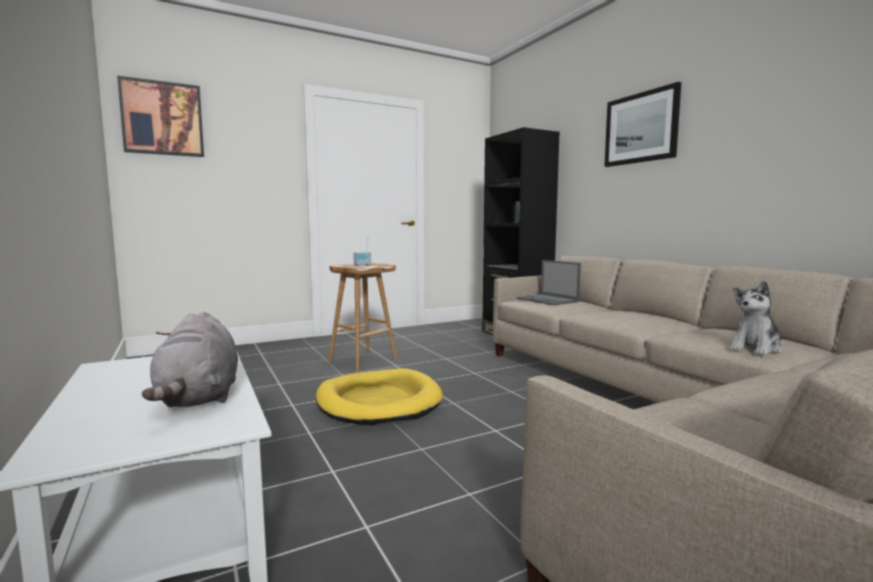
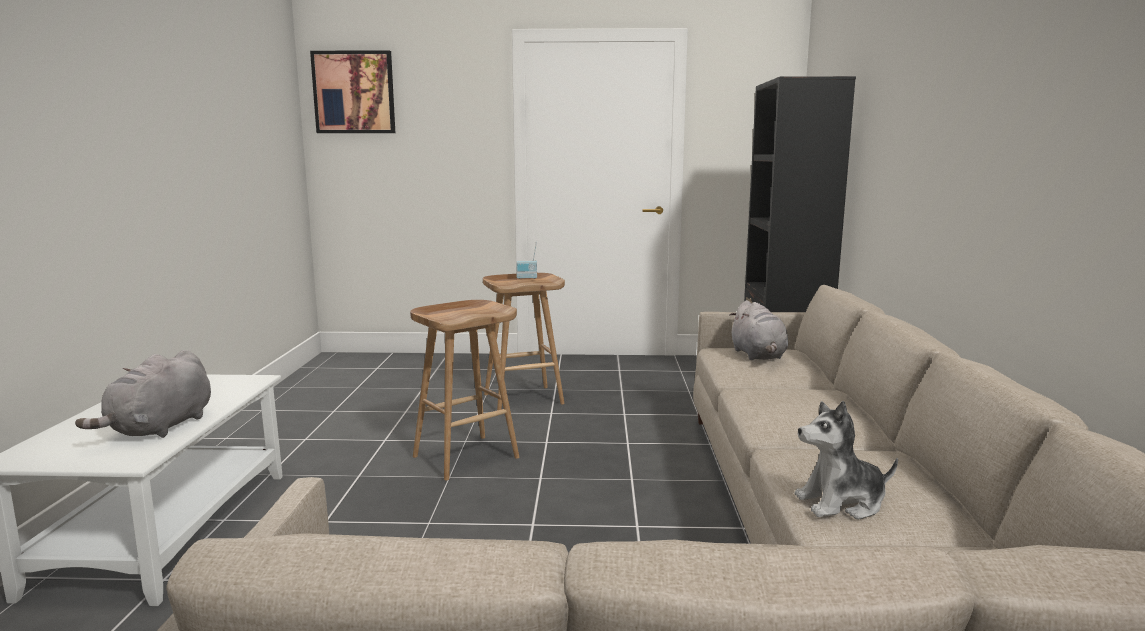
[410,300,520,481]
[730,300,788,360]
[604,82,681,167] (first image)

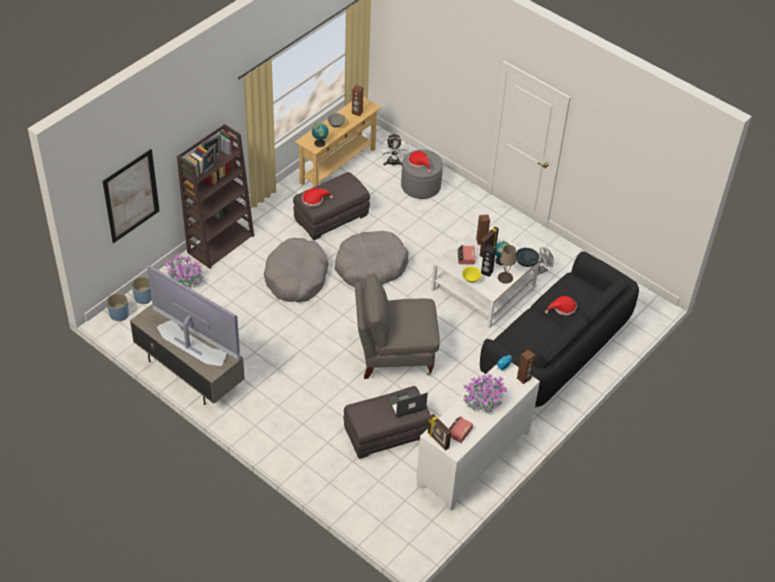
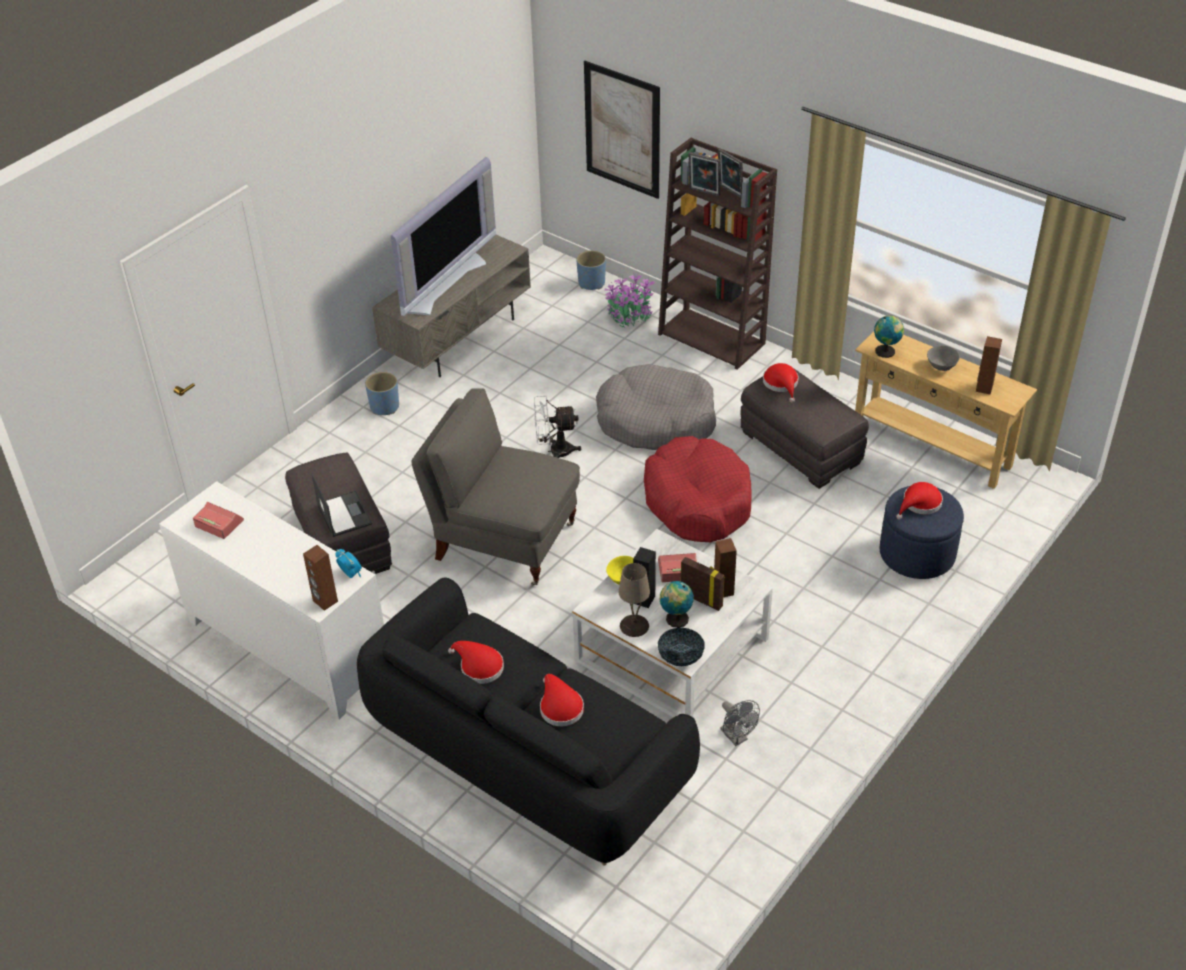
[365,372,399,415]
[644,436,751,542]
[411,388,580,585]
[534,394,581,458]
[880,486,964,579]
[428,414,451,450] (first image)
[463,374,507,414] (first image)
[448,641,504,684]

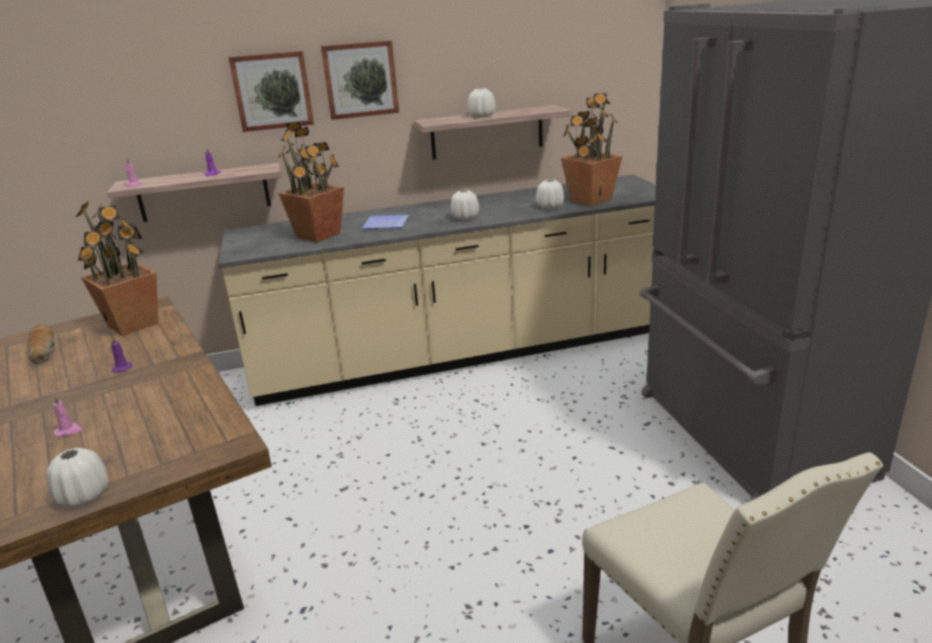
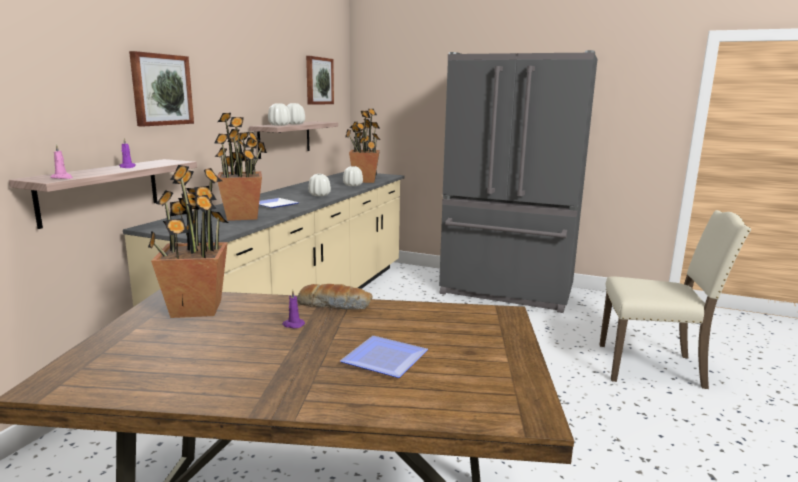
[297,284,372,310]
[268,103,291,126]
[340,336,428,378]
[306,56,334,105]

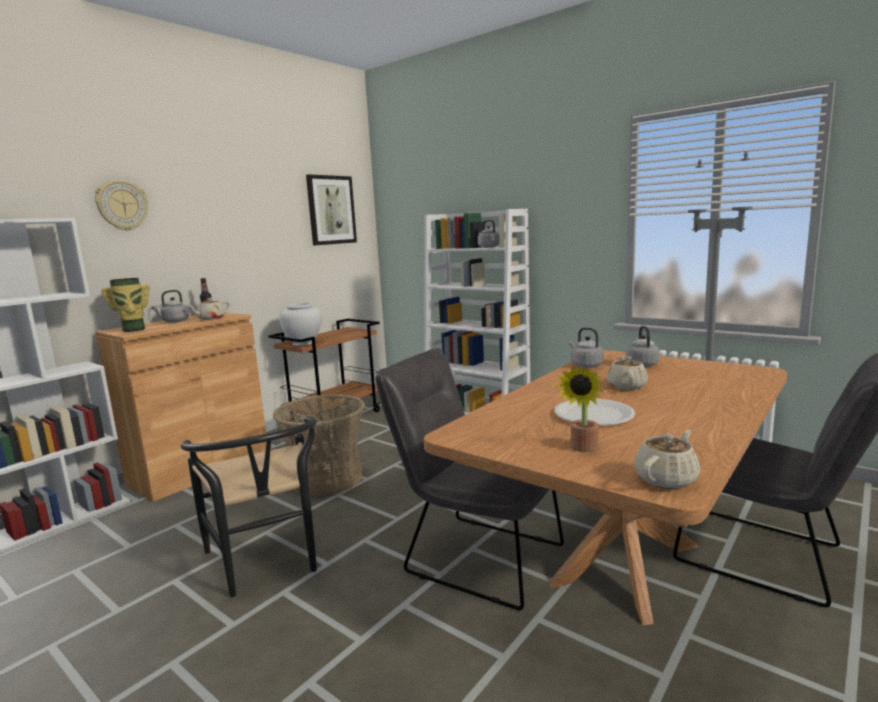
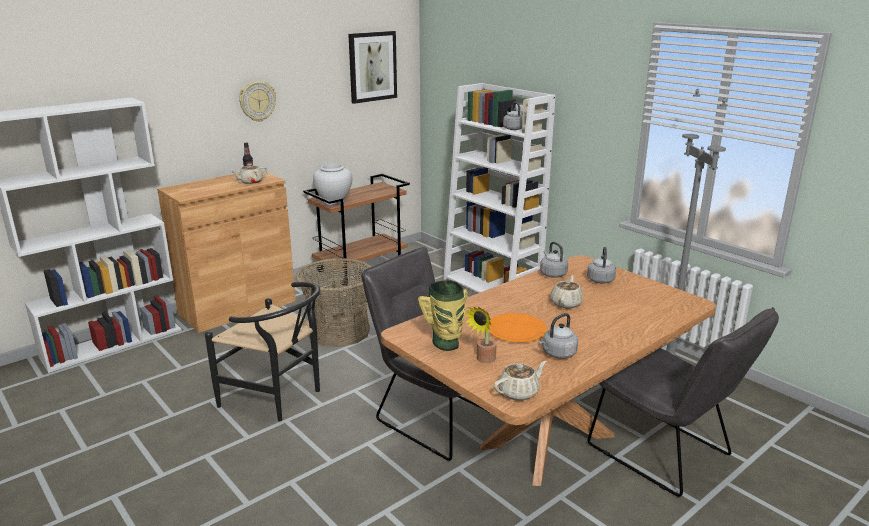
[239,81,276,122]
[418,280,468,351]
[539,313,578,359]
[205,282,321,422]
[489,313,547,342]

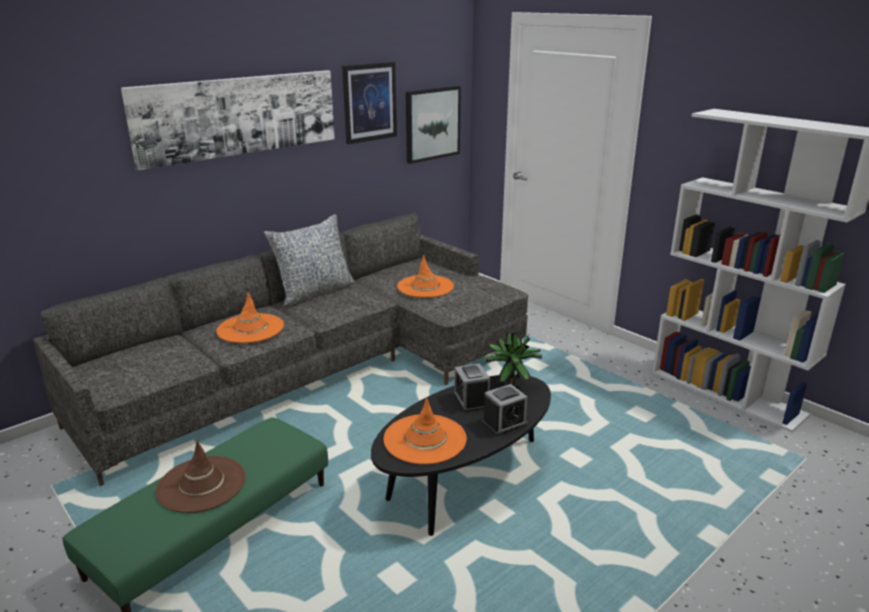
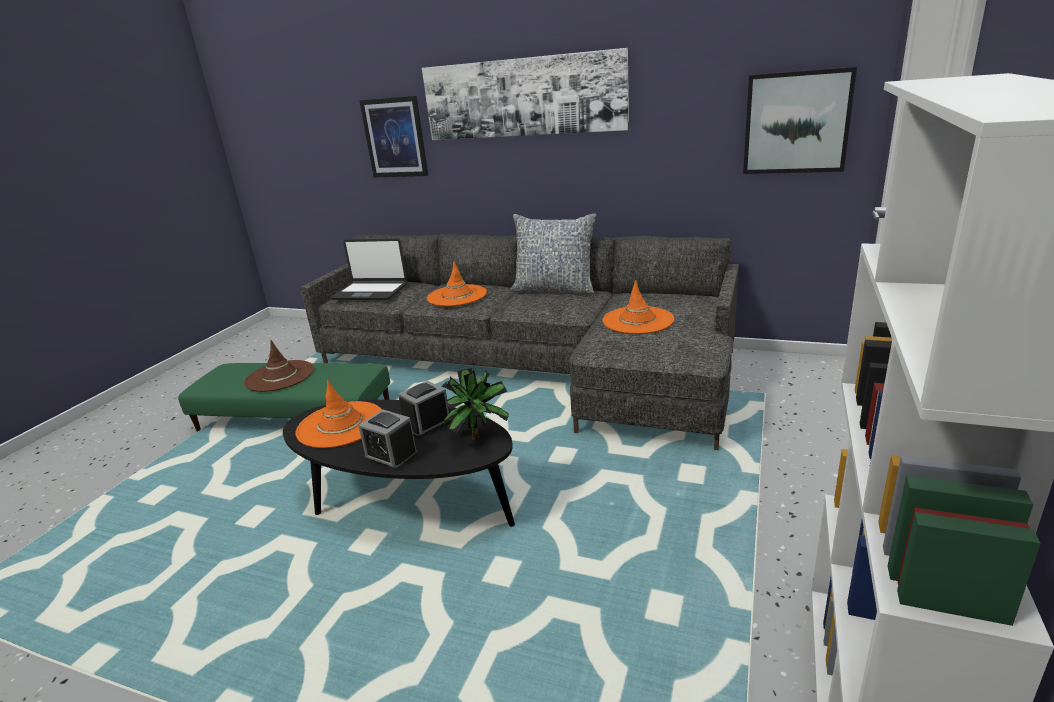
[359,96,428,177]
[331,238,407,300]

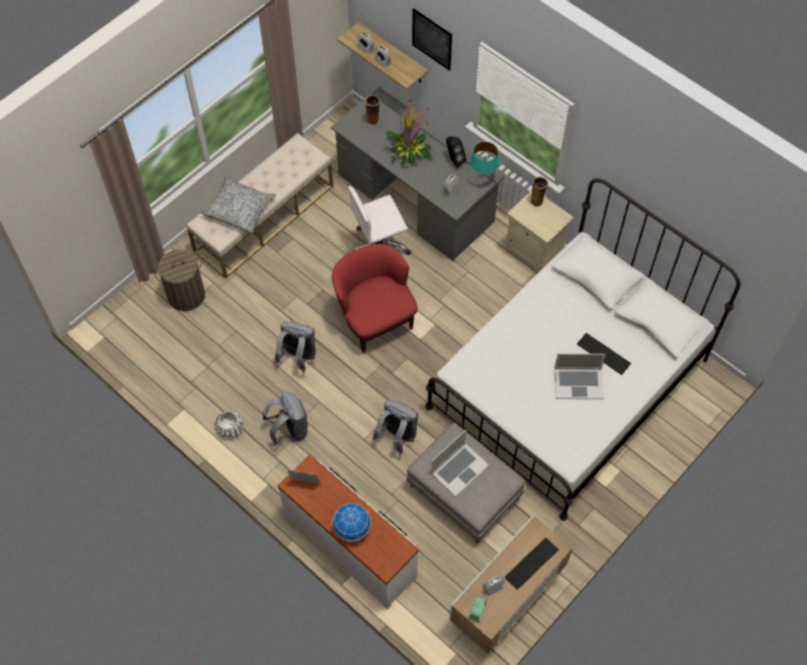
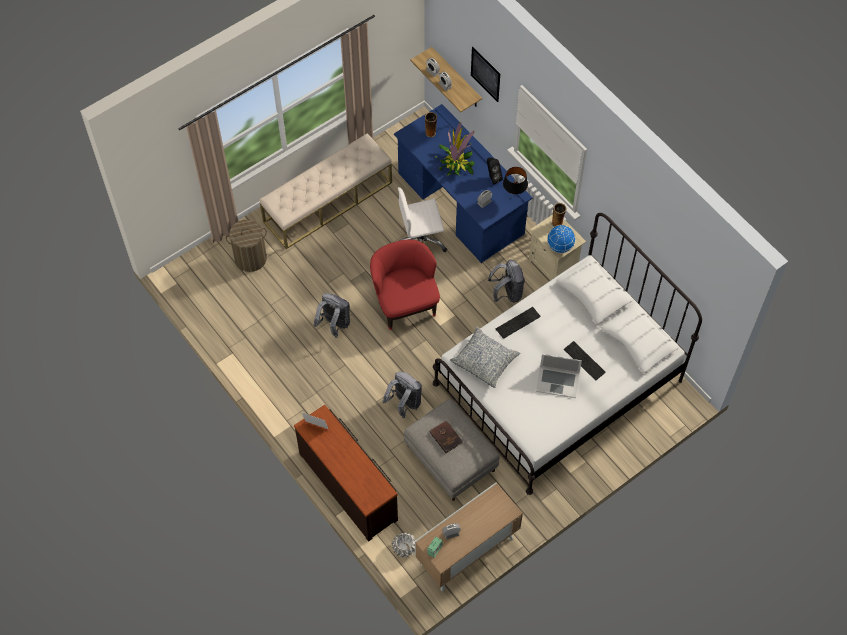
[450,327,520,388]
[392,532,416,557]
[488,260,525,303]
[294,405,398,541]
[394,104,533,263]
[547,225,576,253]
[429,420,463,453]
[503,167,528,196]
[496,307,541,339]

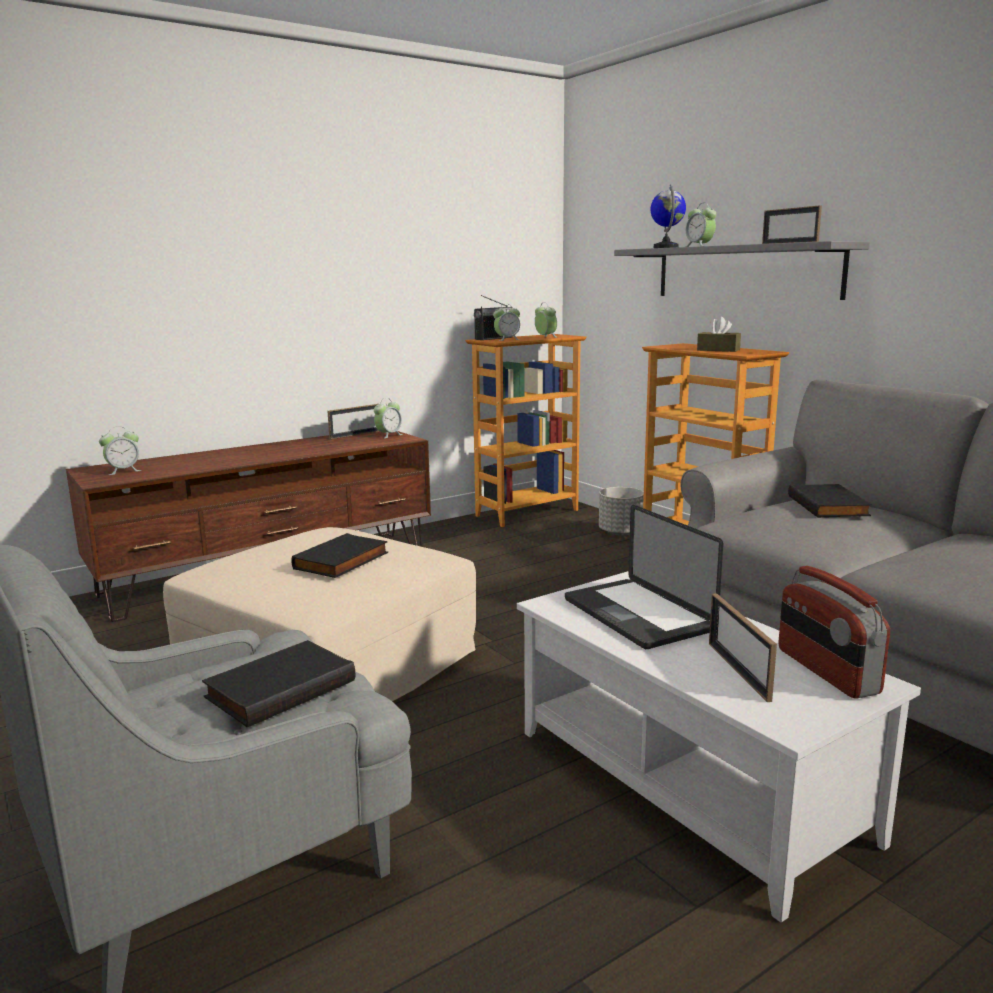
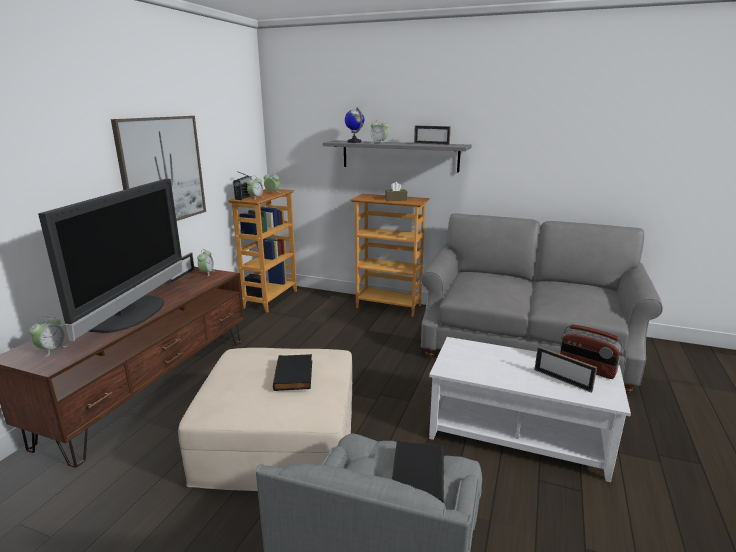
[565,505,724,649] (first image)
[599,487,644,536] (first image)
[788,484,872,518] (first image)
[38,179,183,341]
[111,116,206,221]

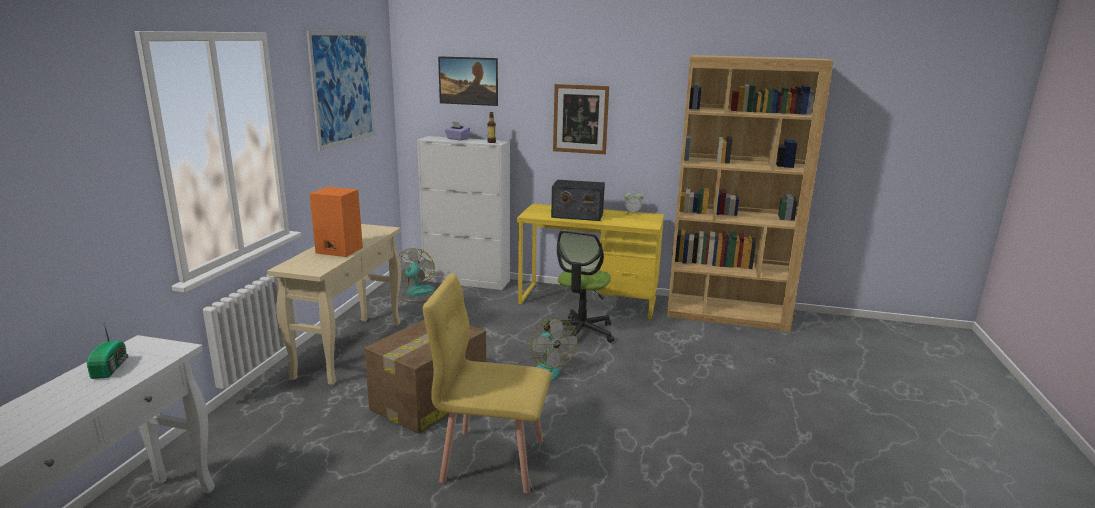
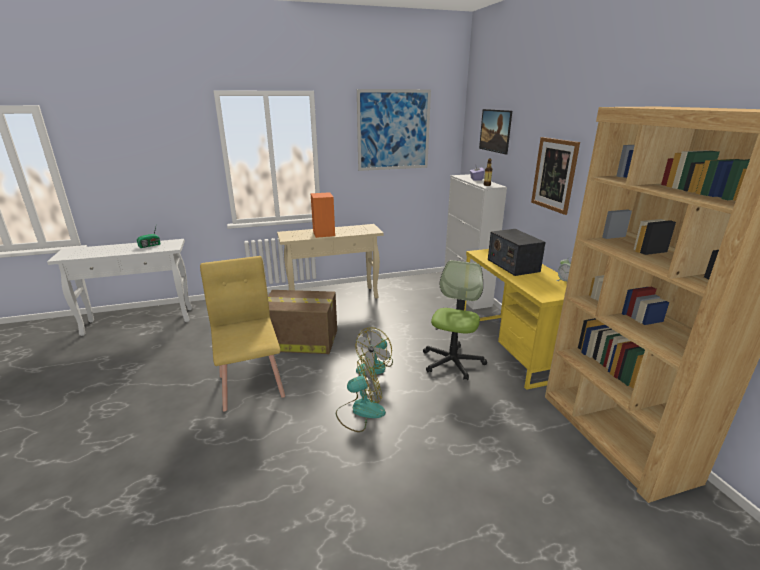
[336,357,386,432]
[423,260,487,380]

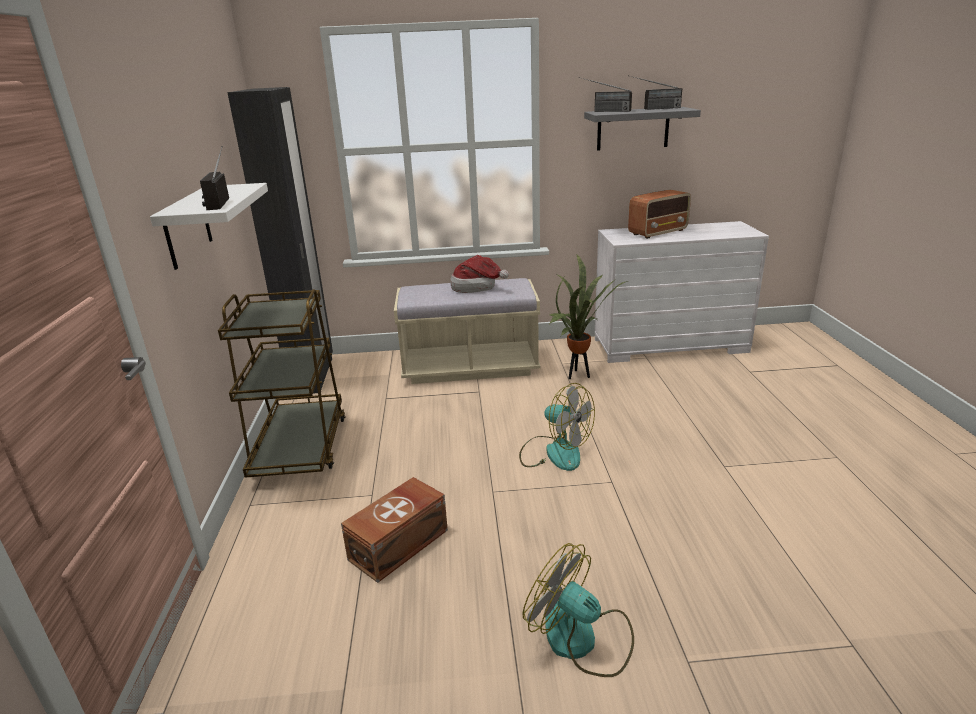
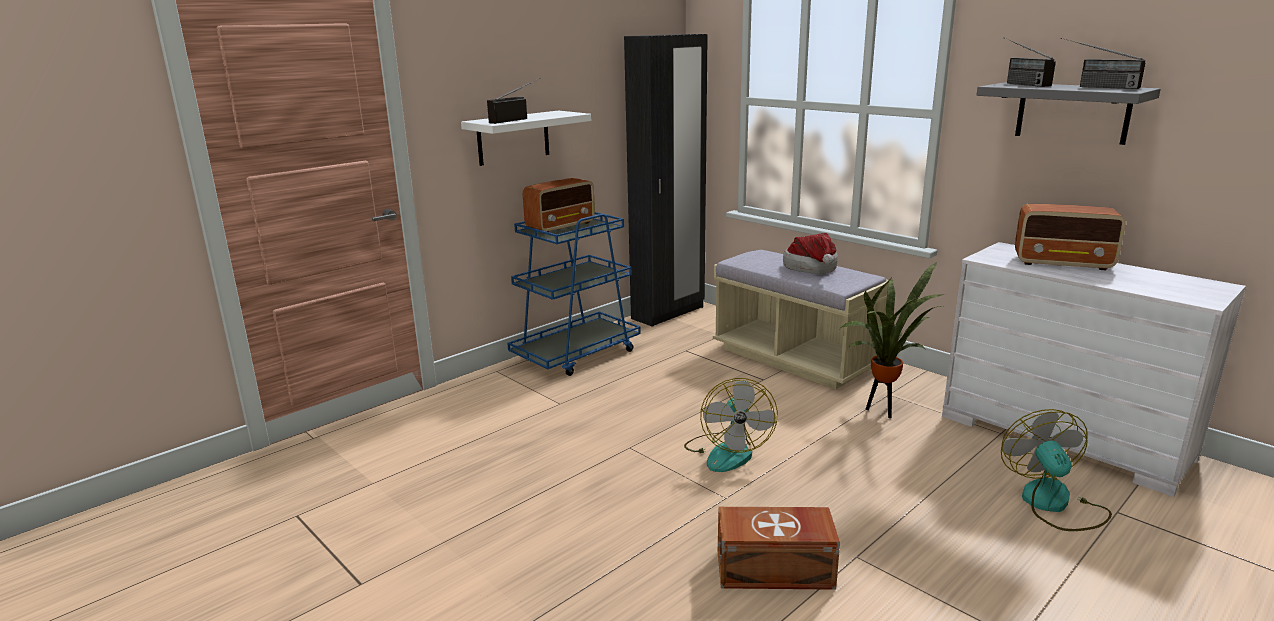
[507,212,641,376]
[718,507,840,590]
[1001,409,1112,531]
[523,178,595,232]

